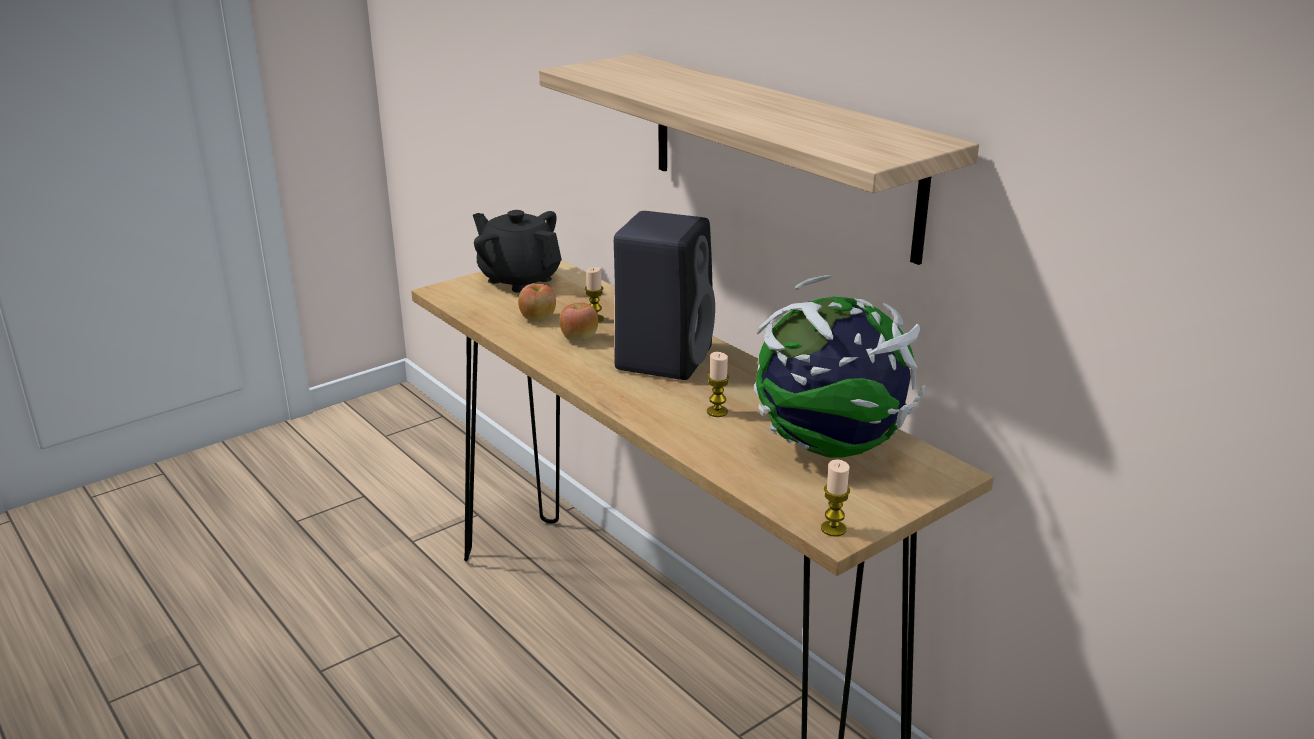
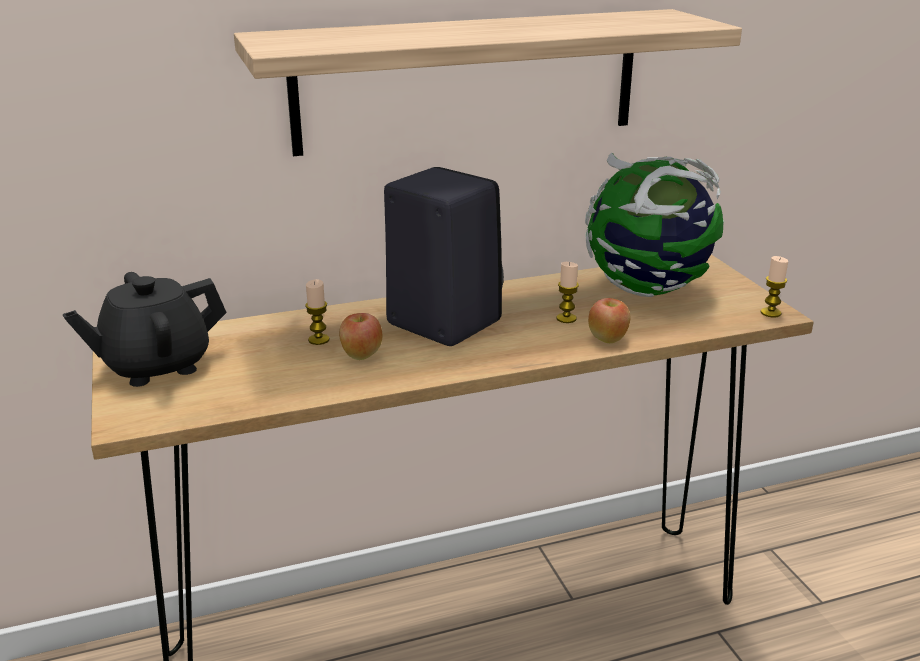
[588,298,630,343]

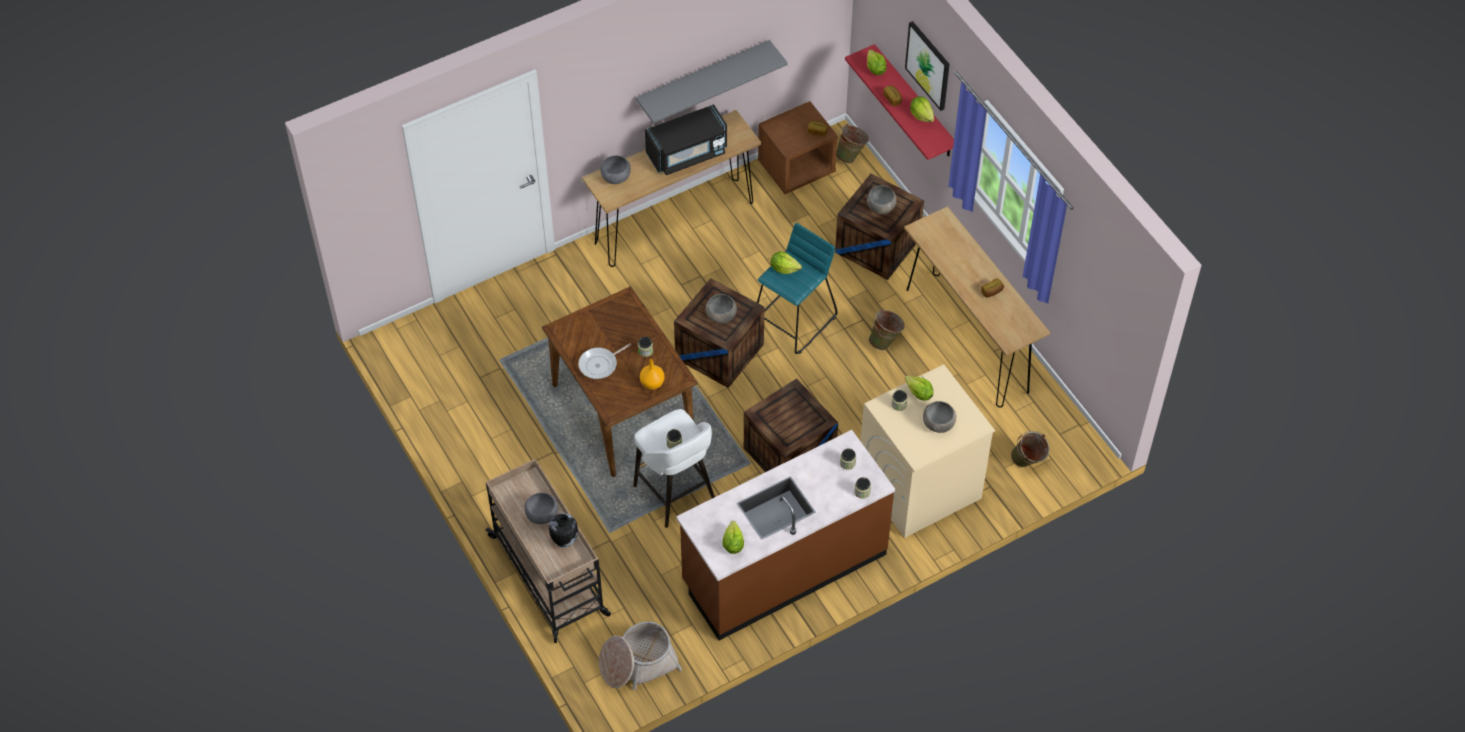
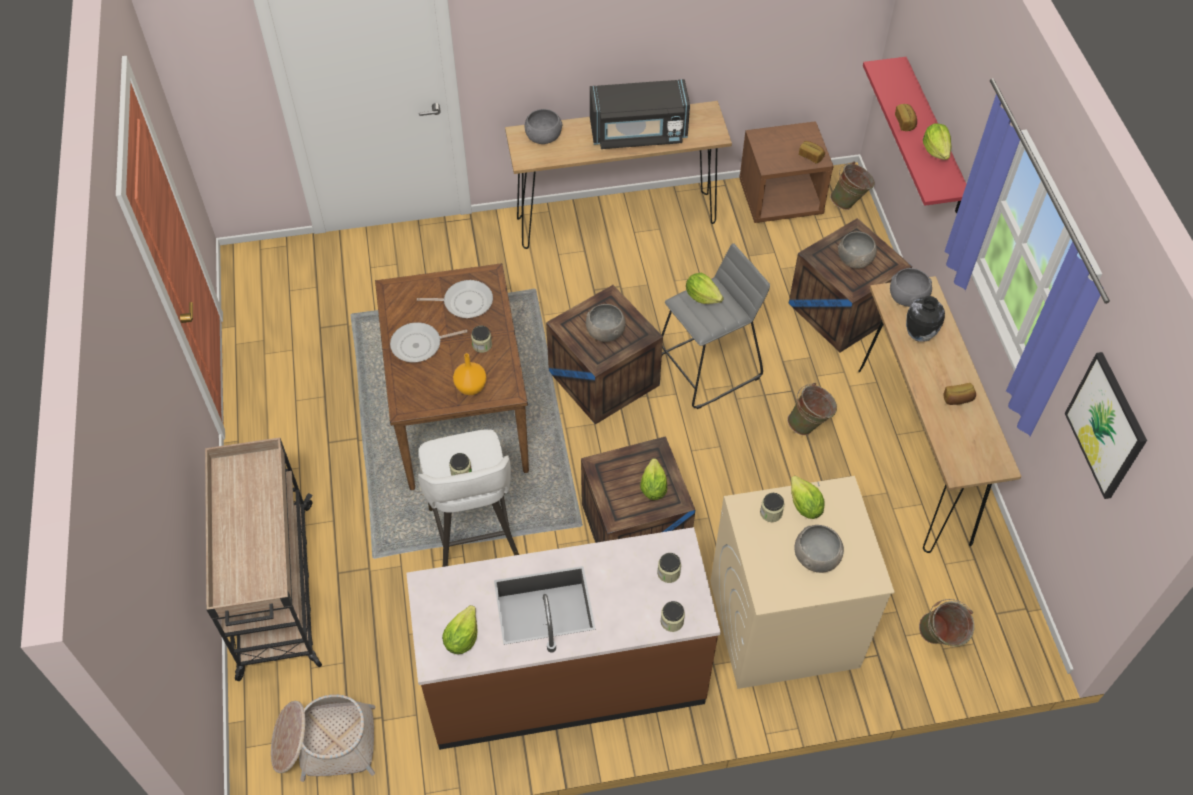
[890,268,932,307]
[906,296,945,342]
[636,40,788,123] (first image)
[661,243,770,409]
[640,458,667,500]
[1065,352,1147,499]
[417,280,493,318]

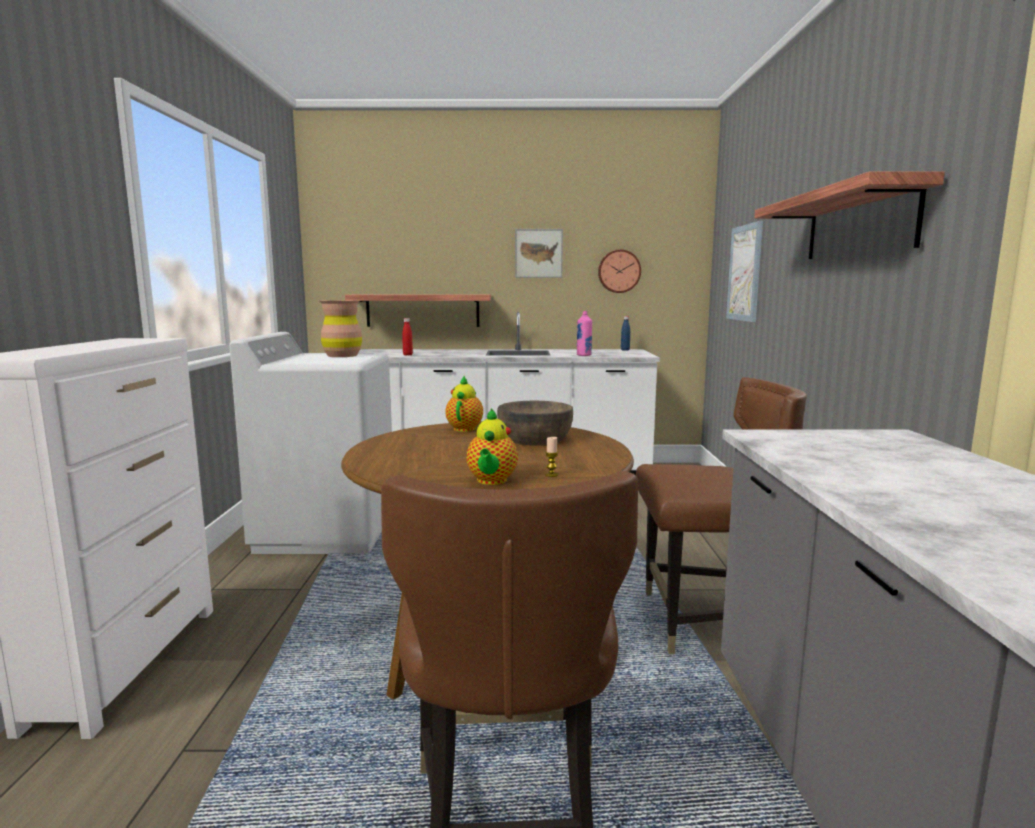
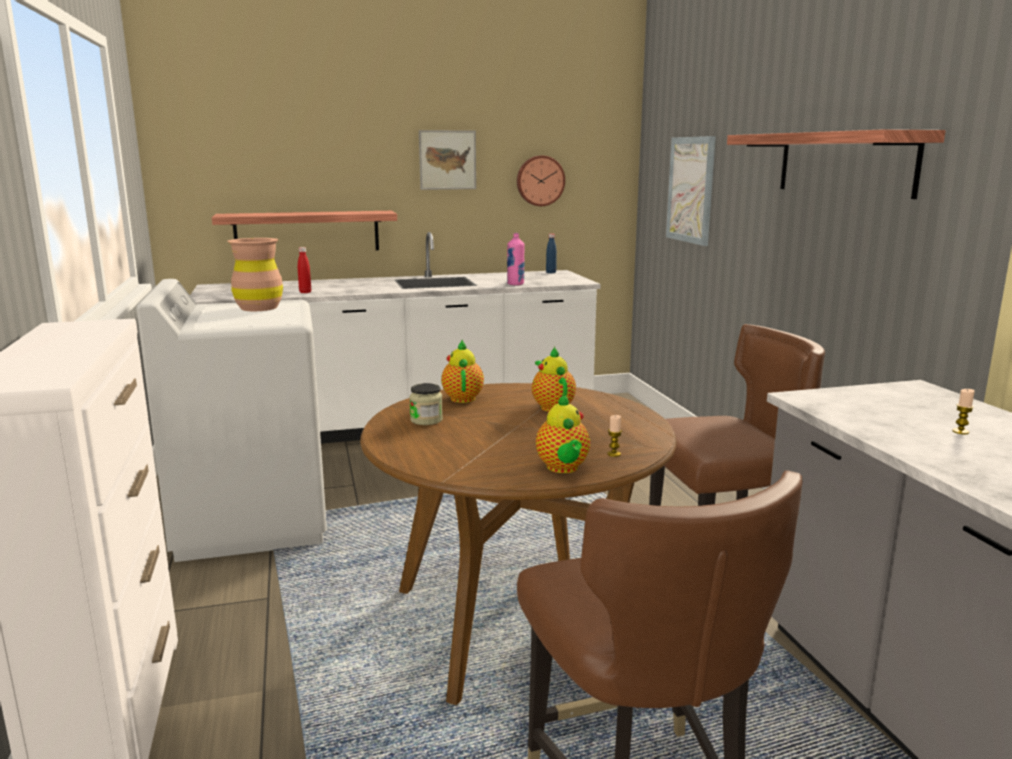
[532,347,576,412]
[410,383,443,425]
[952,389,975,434]

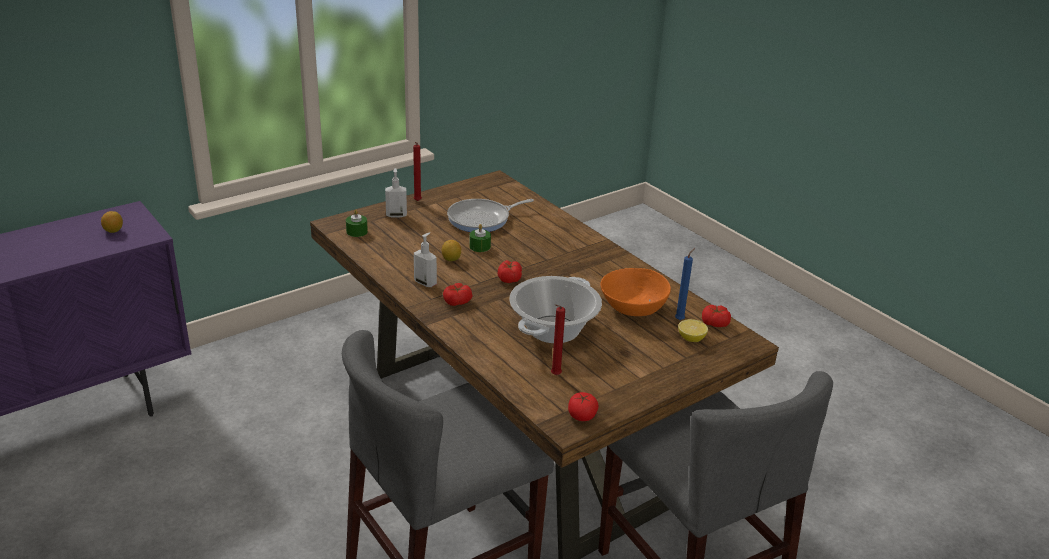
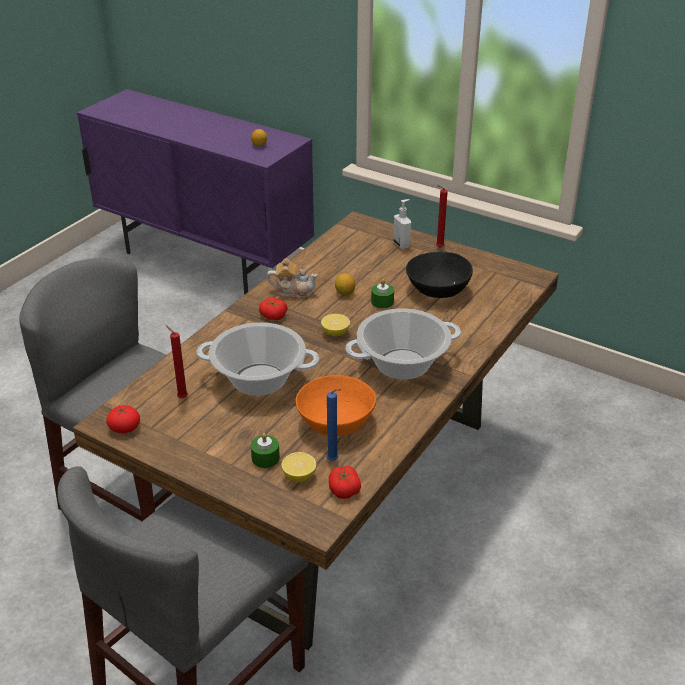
[251,433,280,468]
[267,258,318,298]
[406,252,473,298]
[321,314,350,336]
[345,308,461,380]

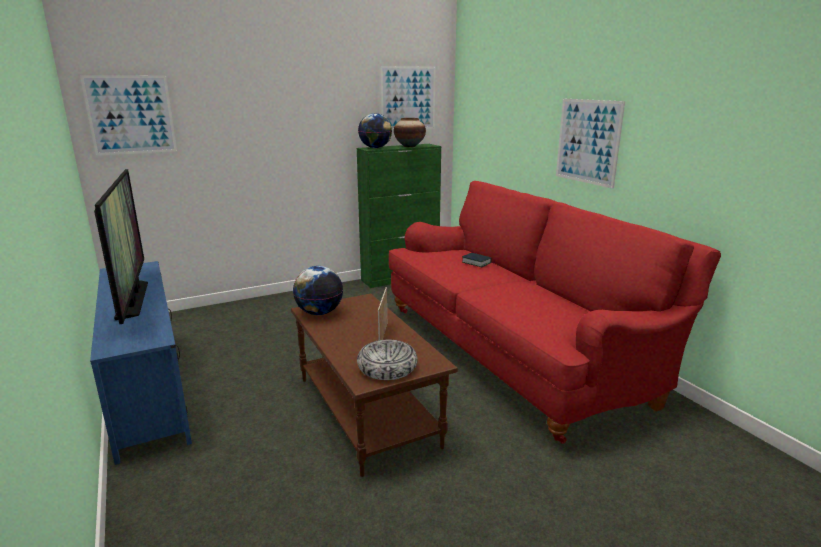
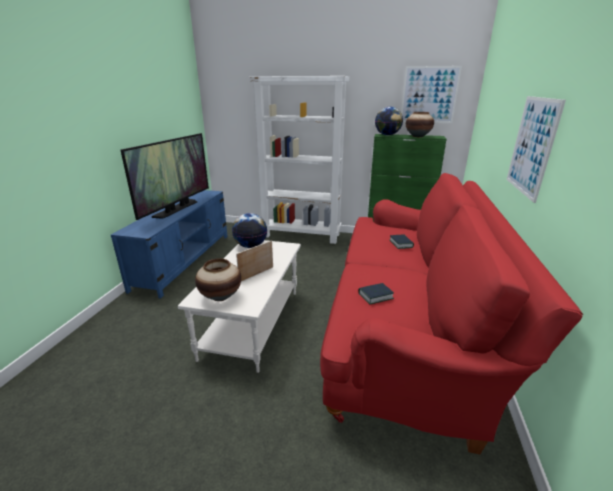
[80,75,177,156] (first image)
[178,240,301,373]
[195,258,241,301]
[250,76,349,244]
[359,283,394,304]

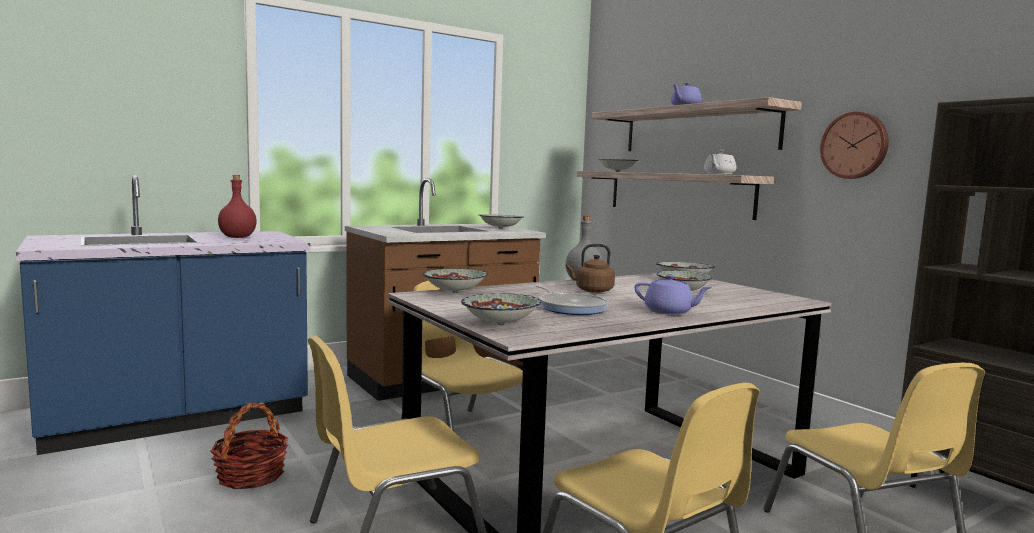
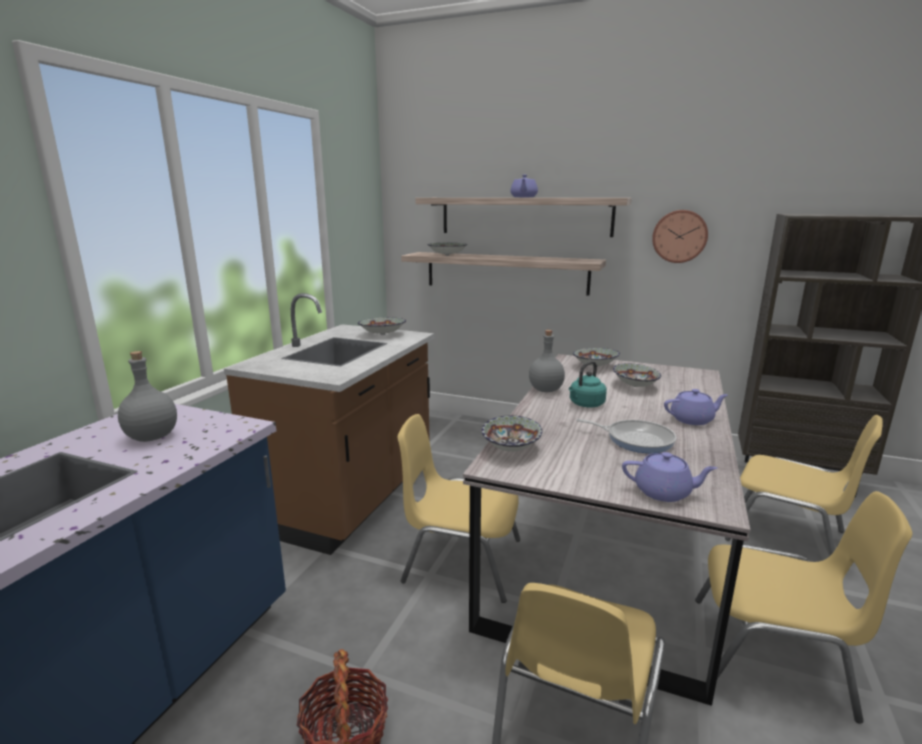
[118,351,177,442]
[622,452,717,502]
[569,361,607,407]
[704,150,736,175] (first image)

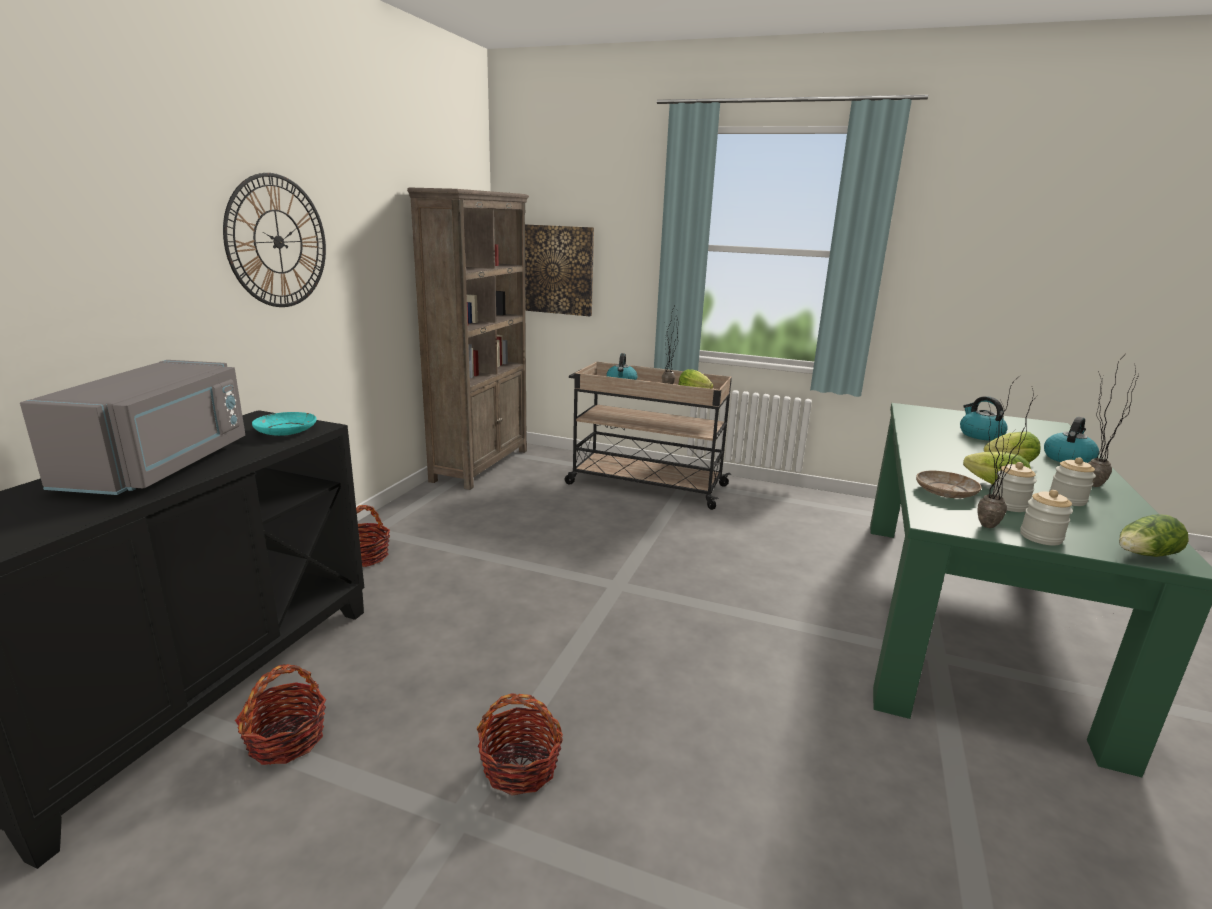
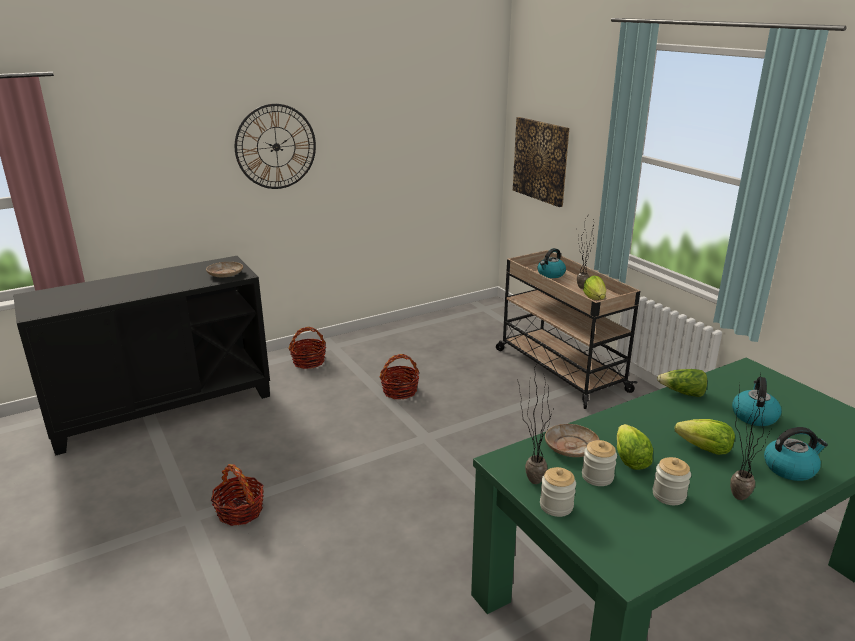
[20,360,245,495] (first image)
[380,354,419,399]
[206,262,243,277]
[407,187,529,490] (first image)
[657,369,707,397]

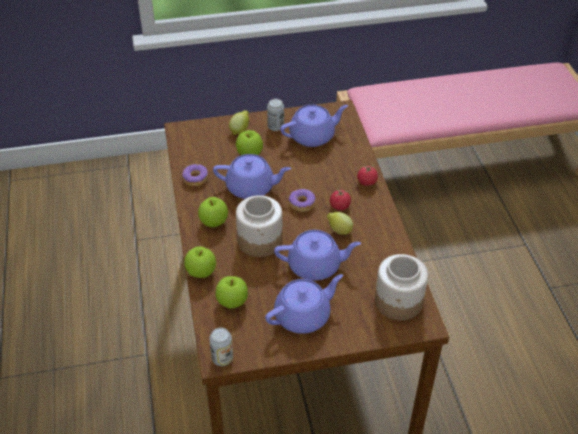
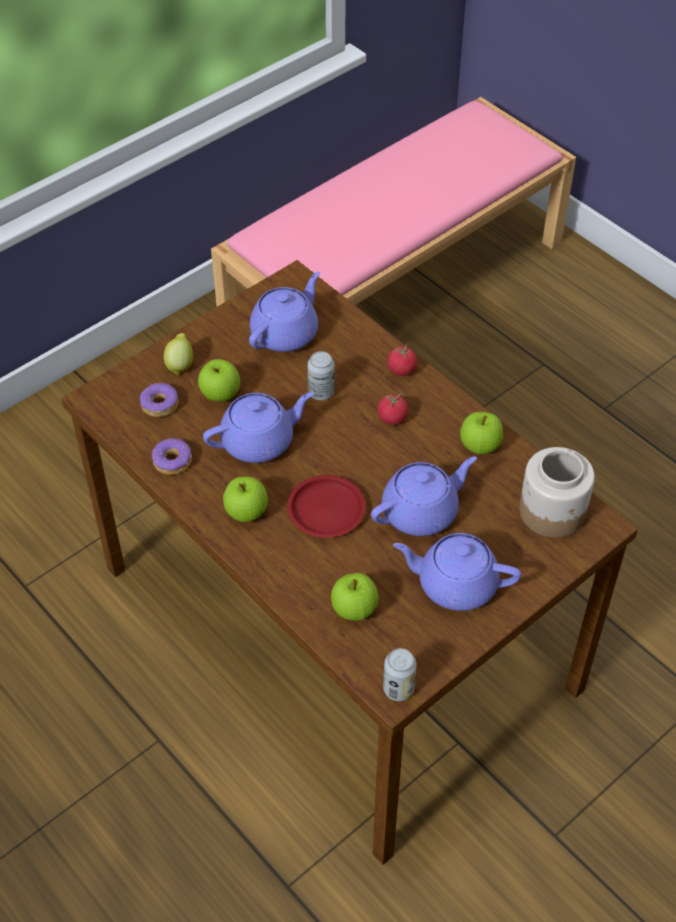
[460,412,503,454]
[287,475,366,538]
[393,533,521,611]
[308,351,334,400]
[140,382,179,417]
[327,212,353,235] (first image)

